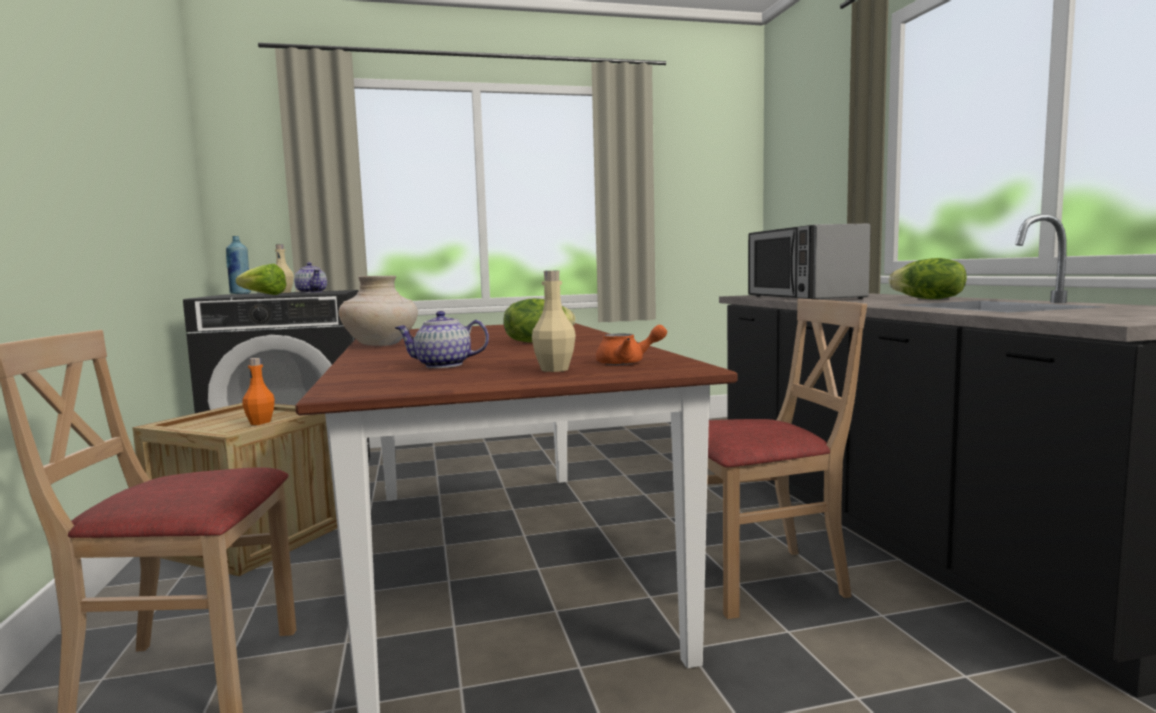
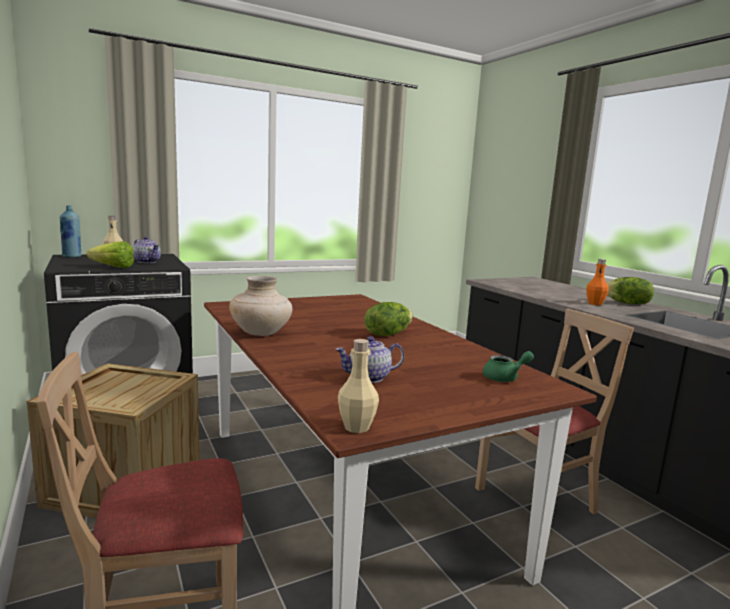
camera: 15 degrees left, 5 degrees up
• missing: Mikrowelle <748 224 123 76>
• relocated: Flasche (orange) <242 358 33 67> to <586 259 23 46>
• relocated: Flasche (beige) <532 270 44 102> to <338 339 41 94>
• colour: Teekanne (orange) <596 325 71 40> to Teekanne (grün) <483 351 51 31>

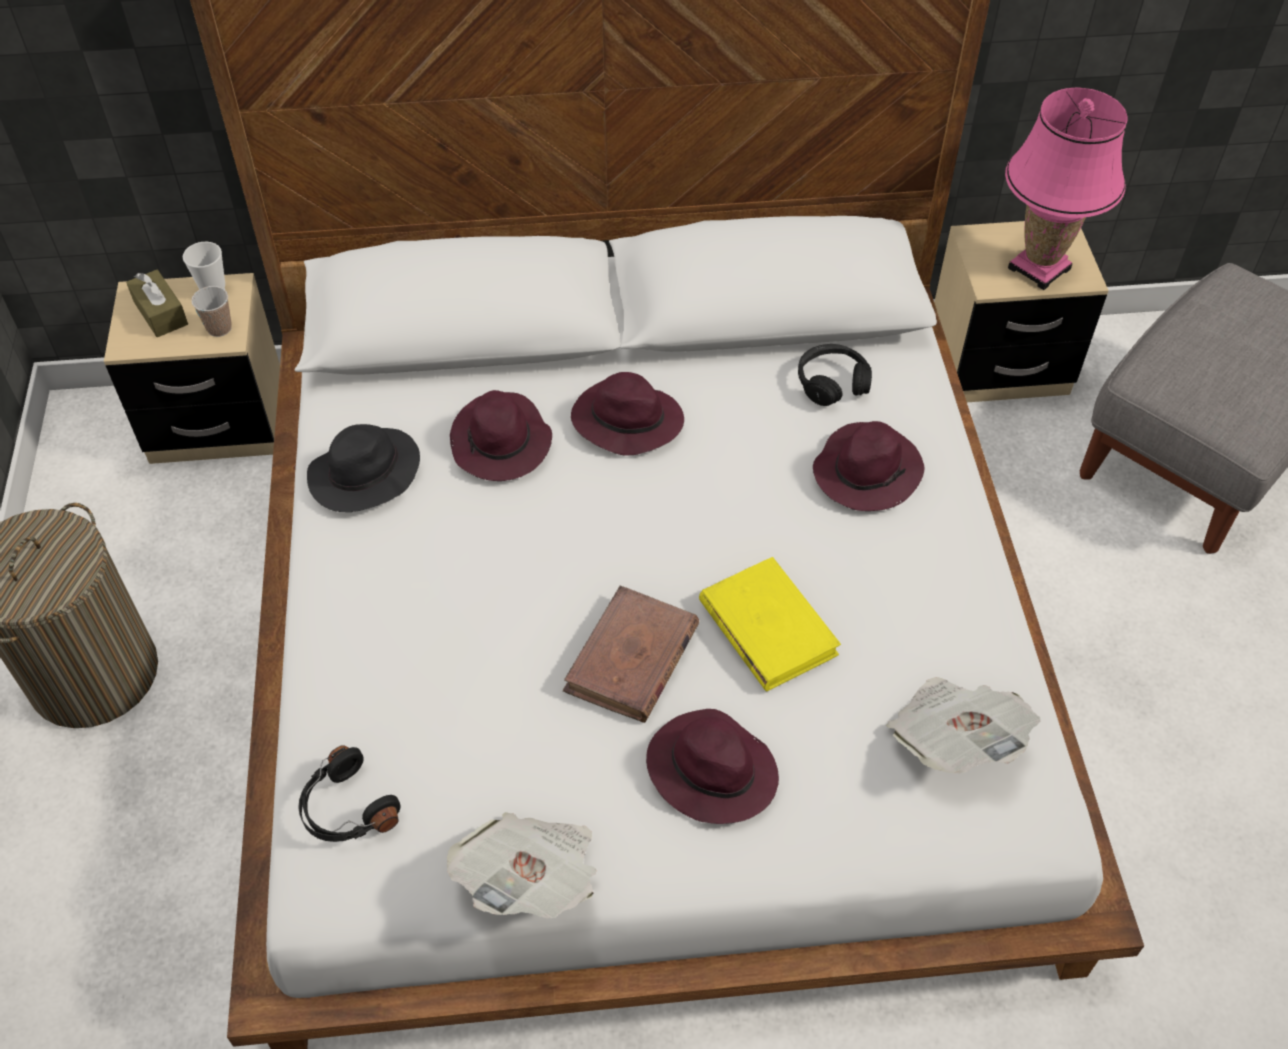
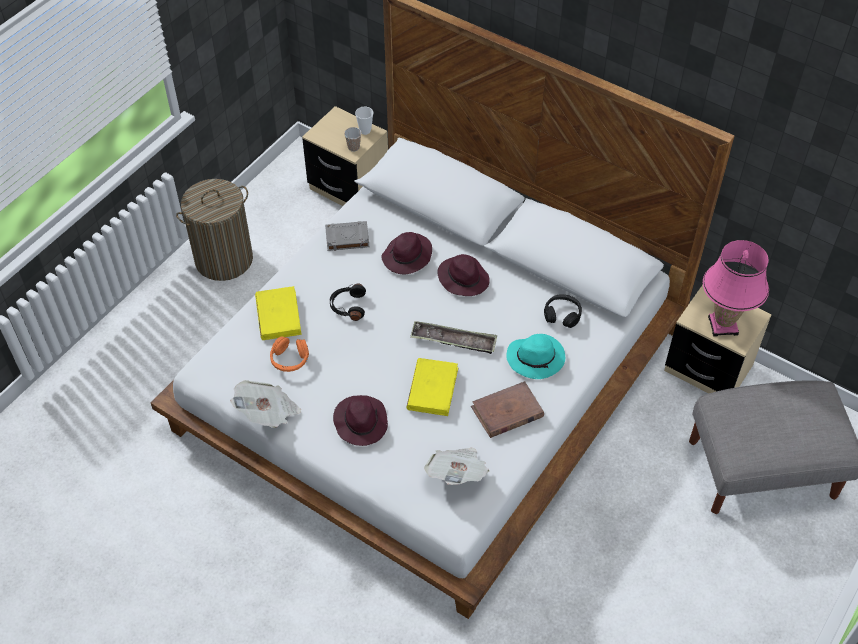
camera: 40 degrees right, 0 degrees up
• missing: Taschentuchbox (braun) <126 270 62 67>
• appeared: Buch (gelb) <255 286 47 54>
• appeared: Kopfhörer (orange) <270 336 39 36>
• appeared: Tablett <410 321 87 33>
• relocated: Kopfhörer (schwarz) <298 745 102 97> to <330 283 36 38>
• relocated: Buch (braun) <563 586 136 137> to <471 381 73 57>
• exchanged: Hut (schwarz) <307 424 113 88> to Buch (grau) <325 221 45 30>
• colour: Hut (lila) <813 421 111 90> to Hut (türkis) <506 334 59 45>

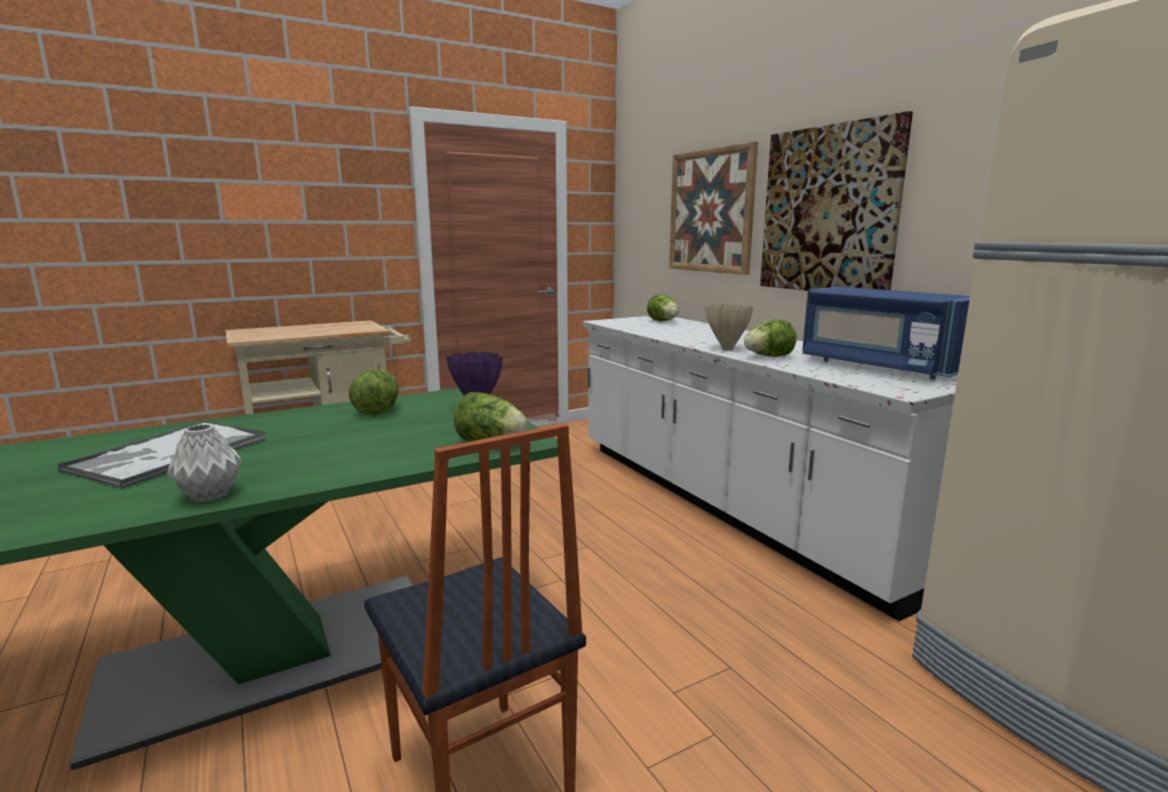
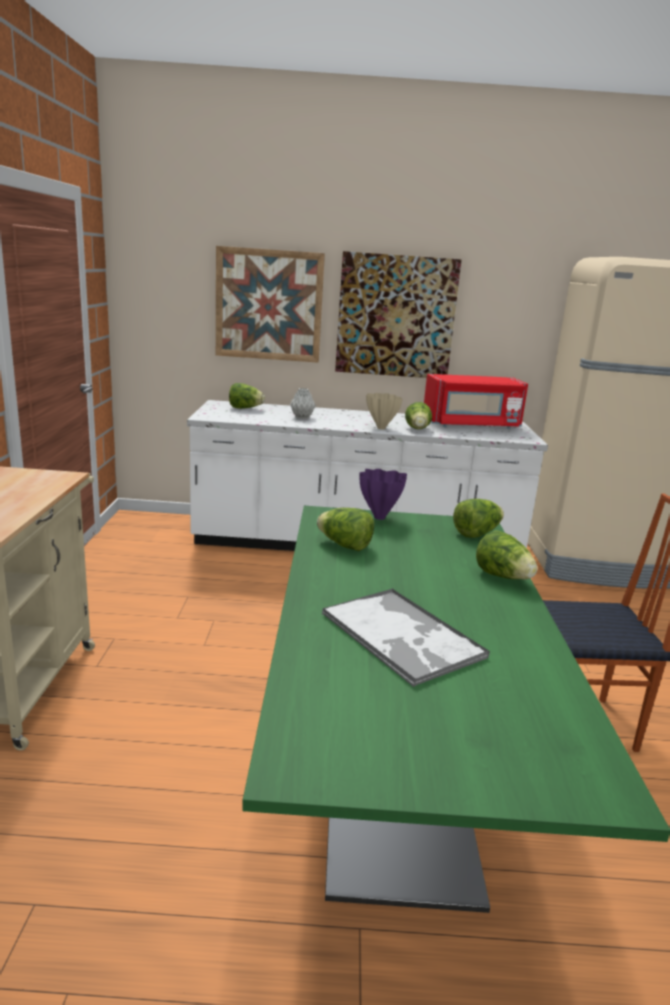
camera: 60 degrees left, 5 degrees up
• appeared: Salatkopf <476 530 61 49>
• relocated: Vase (grau) <167 424 75 78> to <290 388 26 31>
• colour: Mikrowelle (blau) <802 287 168 93> to Mikrowelle (rot) <424 374 104 55>

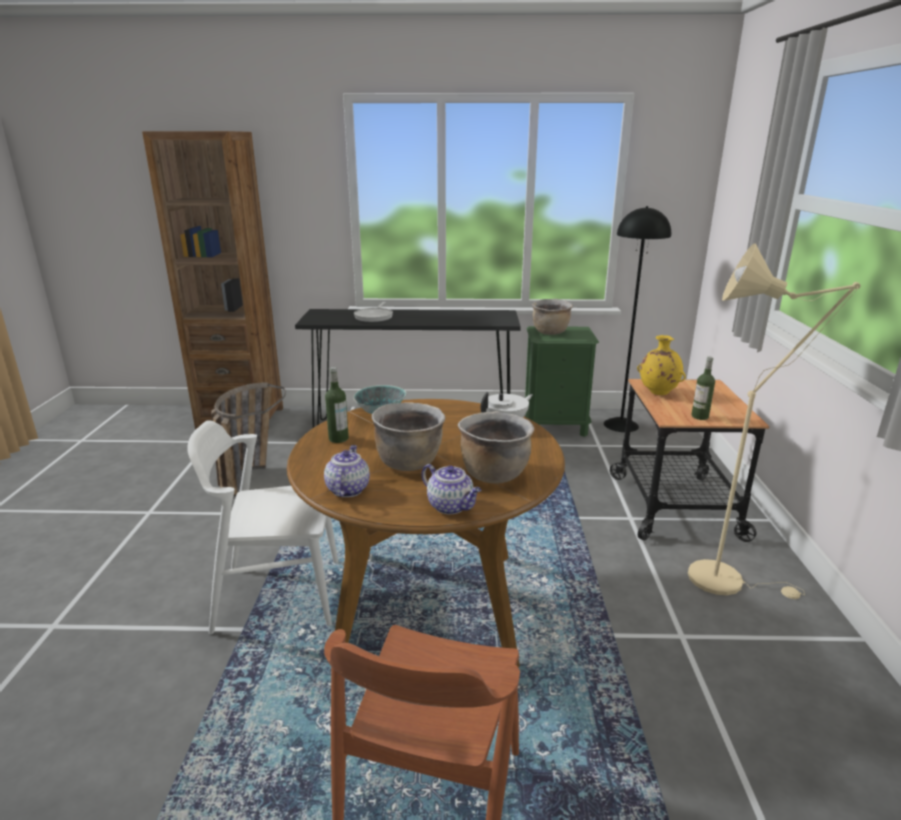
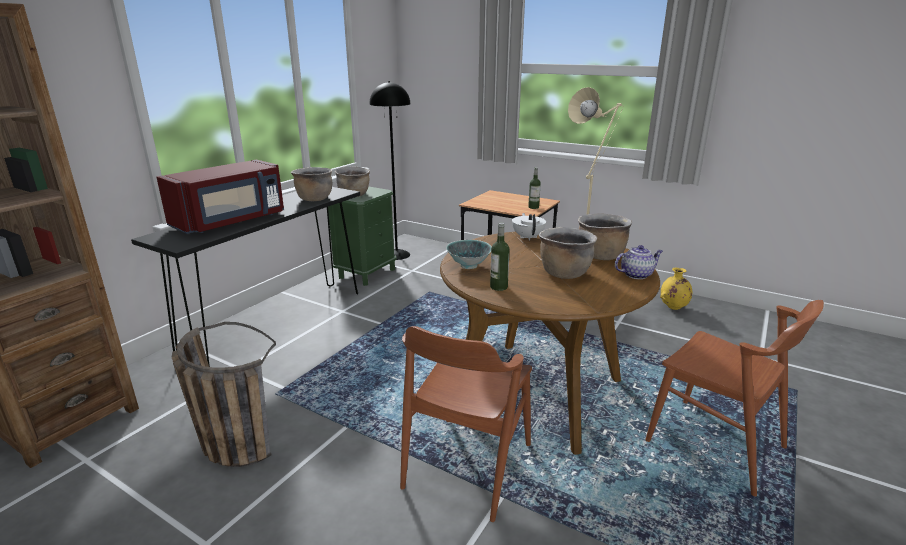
camera: 60 degrees left, 0 degrees up
• missing: Teekanne <324 445 46 52>
• appeared: Kochtopf (braun) <291 167 41 34>
• relocated: Vase (gelb) <637 335 49 60> to <660 267 32 43>
• exchanged: Pfanne <354 302 39 20> to Mikrowelle (rot) <156 159 128 75>
• colour: Stuhl (weiß) <187 420 151 214> to Stuhl (braun) <400 326 132 196>

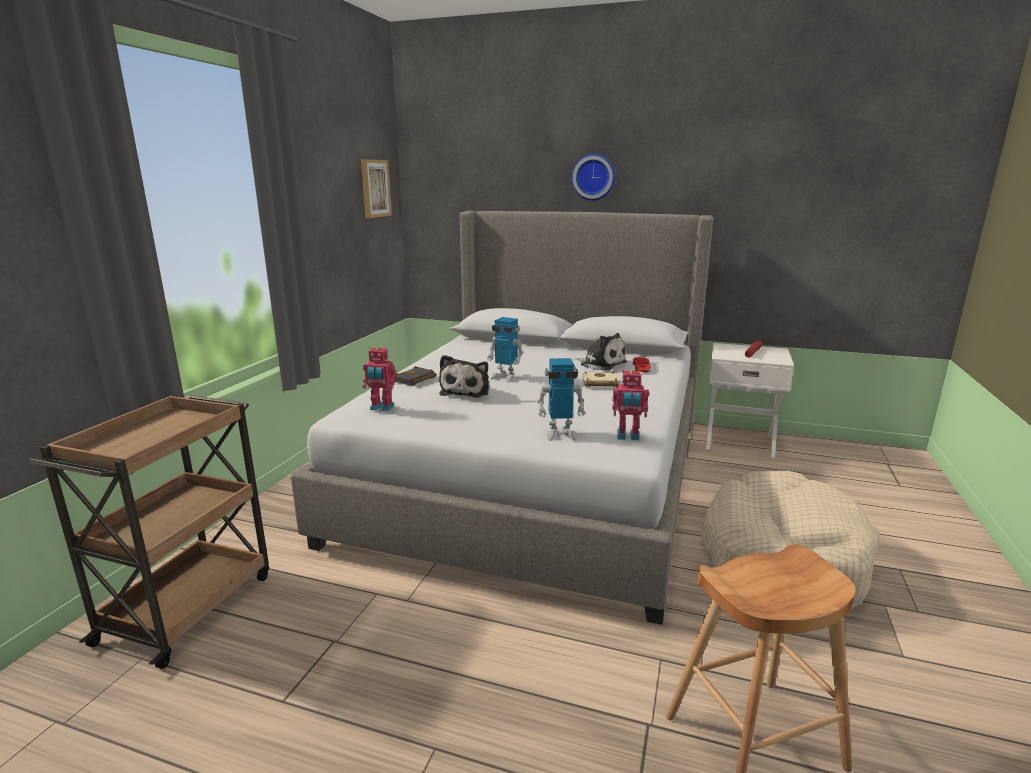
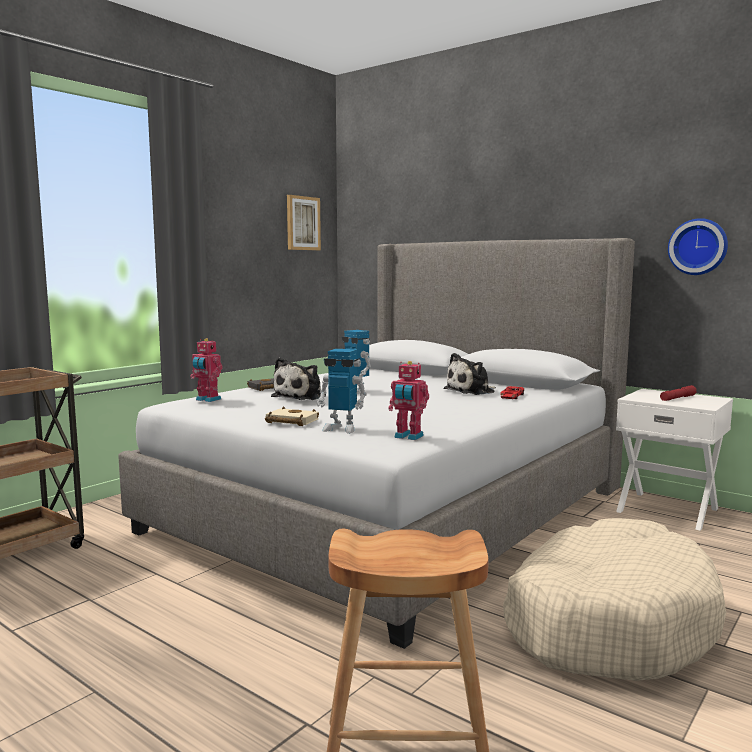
camera: 20 degrees right, 10 degrees down
• relocated: Wanduhr <572 154 43 47> to <668 218 60 57>
• relocated: Buch (beige) <582 372 38 15> to <265 406 54 20>
• spun: Plüschtier <573 333 54 38> = <443 353 53 42> 90 degrees clockwise

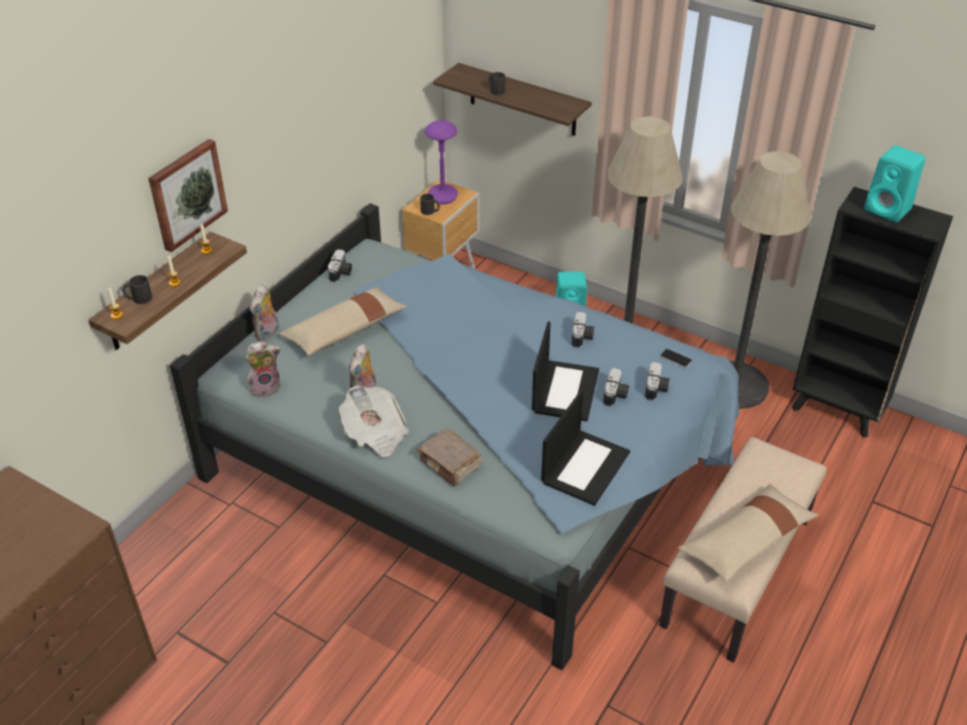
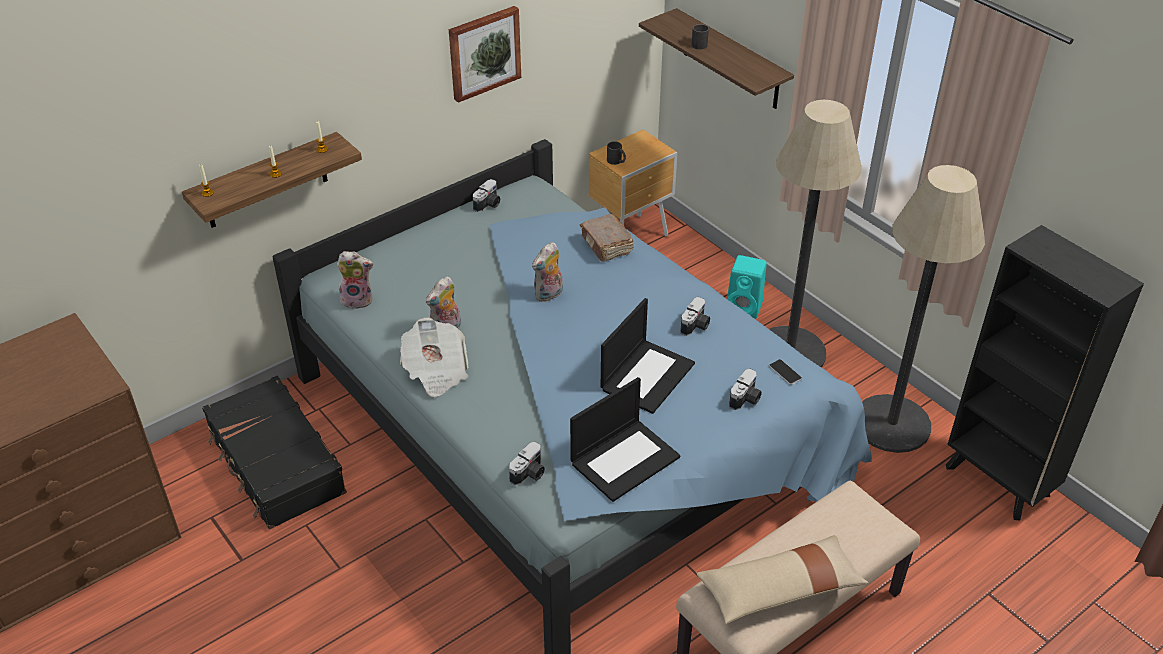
camera: 20 degrees right, 0 degrees up
• missing: Henkelbecher (schwarz) <122 275 30 29>
• missing: Kissen (beige) <279 287 128 69>
• missing: Tischlampe (lila) <425 120 33 84>
• missing: Lautsprecher (türkis) <864 145 62 77>
• appeared: Koffer (schwarz) <202 376 145 153>
• relocated: Bild <148 139 80 113> to <449 6 72 97>
• relocated: Plüschtier <250 284 29 57> to <532 242 31 60>
• relocated: Buch (braun) <417 429 65 57> to <580 214 54 48>
• relocated: Kamera <603 368 26 39> to <509 442 36 43>

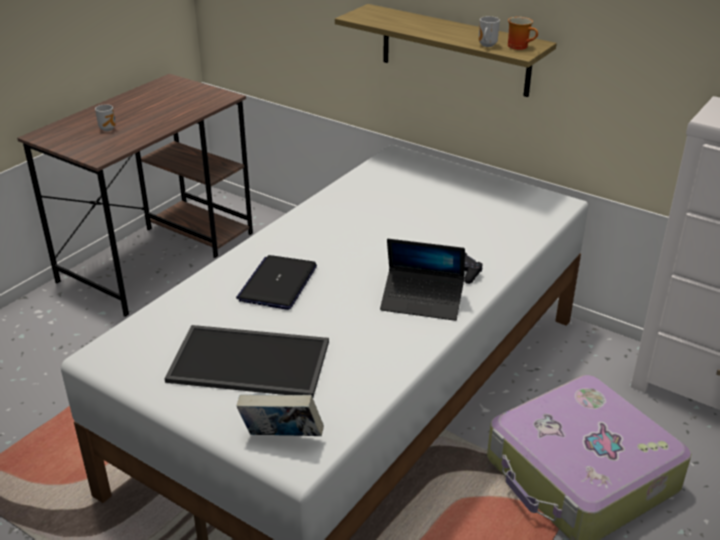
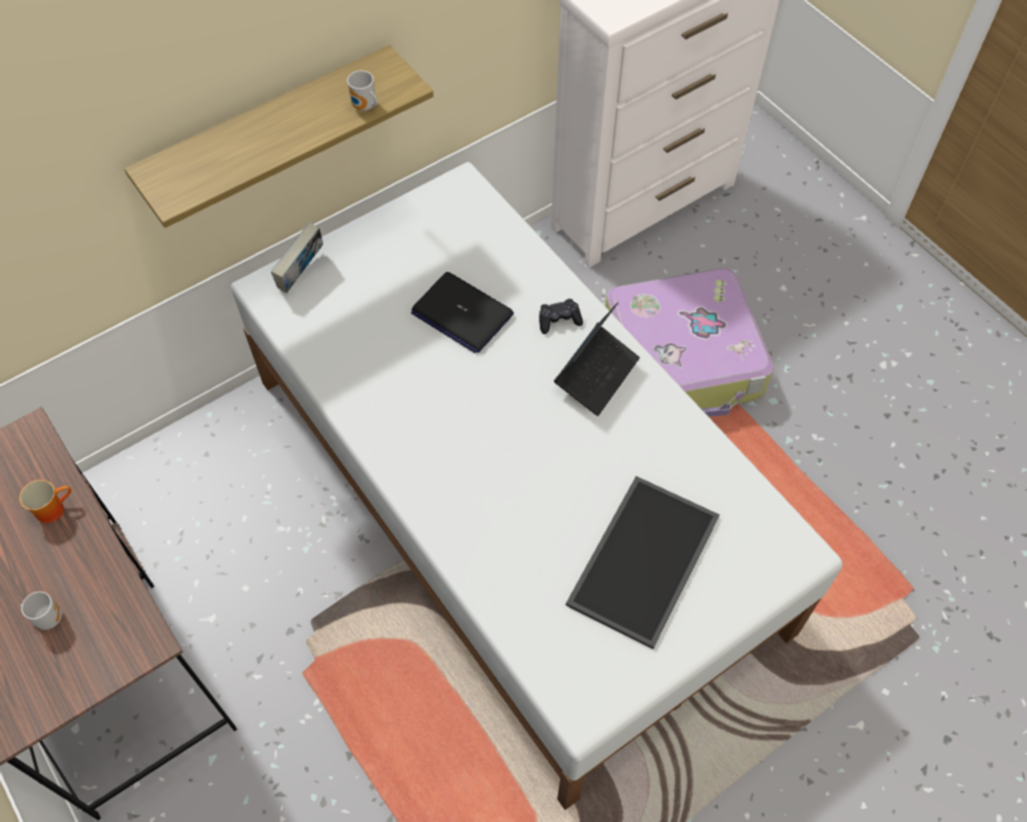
camera: 70 degrees left, 25 degrees up
• relocated: Laptop <236 255 81 55> to <411 272 103 81>
• relocated: Buch <237 394 87 42> to <271 222 52 71>
• relocated: Henkelbecher <508 17 30 33> to <19 480 52 43>

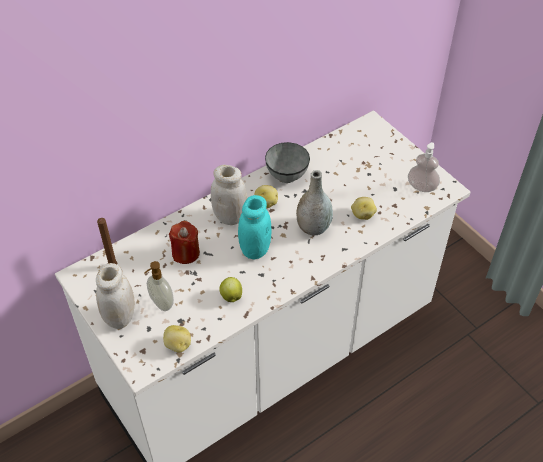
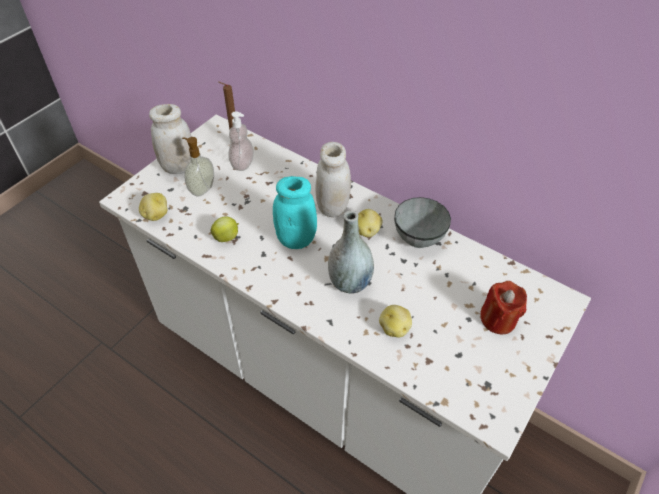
camera: 70 degrees right, 0 degrees up
• relocated: Kerze (rot) <169 221 31 43> to <480 281 47 53>
• relocated: Seifenspender <408 142 32 50> to <228 111 26 60>

